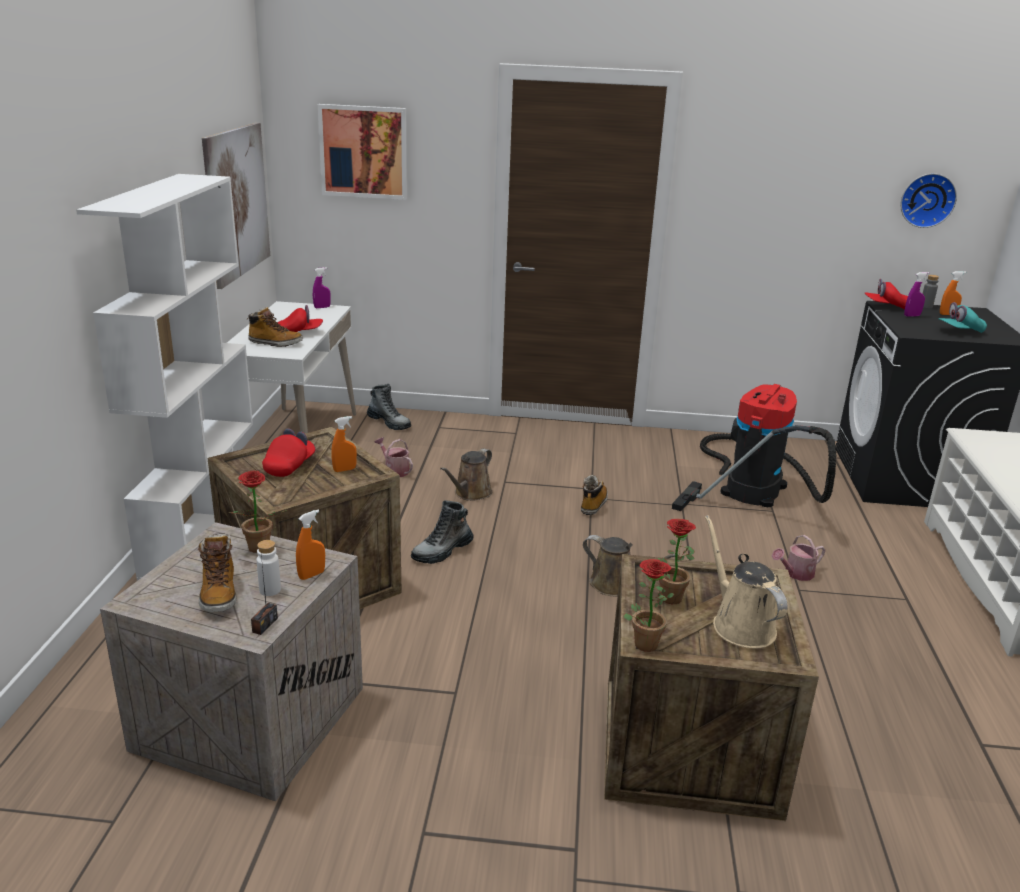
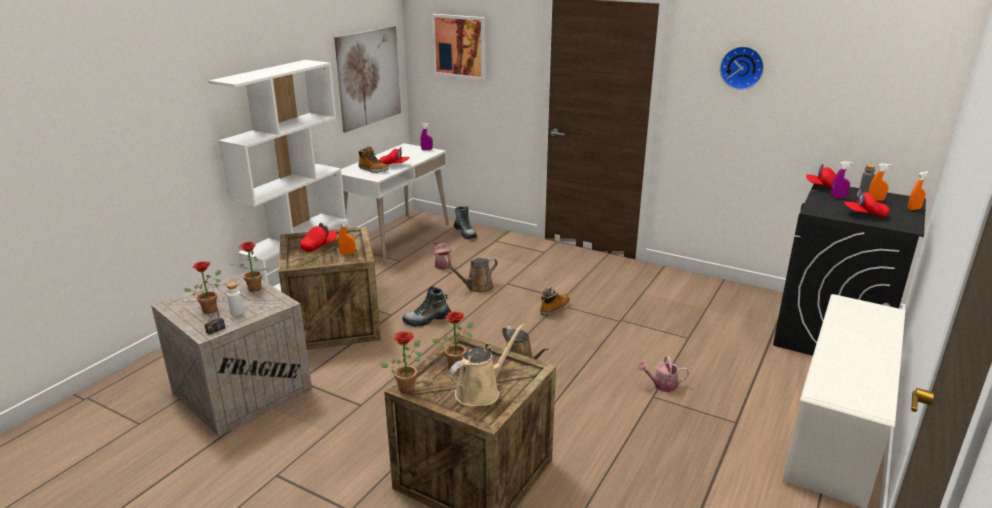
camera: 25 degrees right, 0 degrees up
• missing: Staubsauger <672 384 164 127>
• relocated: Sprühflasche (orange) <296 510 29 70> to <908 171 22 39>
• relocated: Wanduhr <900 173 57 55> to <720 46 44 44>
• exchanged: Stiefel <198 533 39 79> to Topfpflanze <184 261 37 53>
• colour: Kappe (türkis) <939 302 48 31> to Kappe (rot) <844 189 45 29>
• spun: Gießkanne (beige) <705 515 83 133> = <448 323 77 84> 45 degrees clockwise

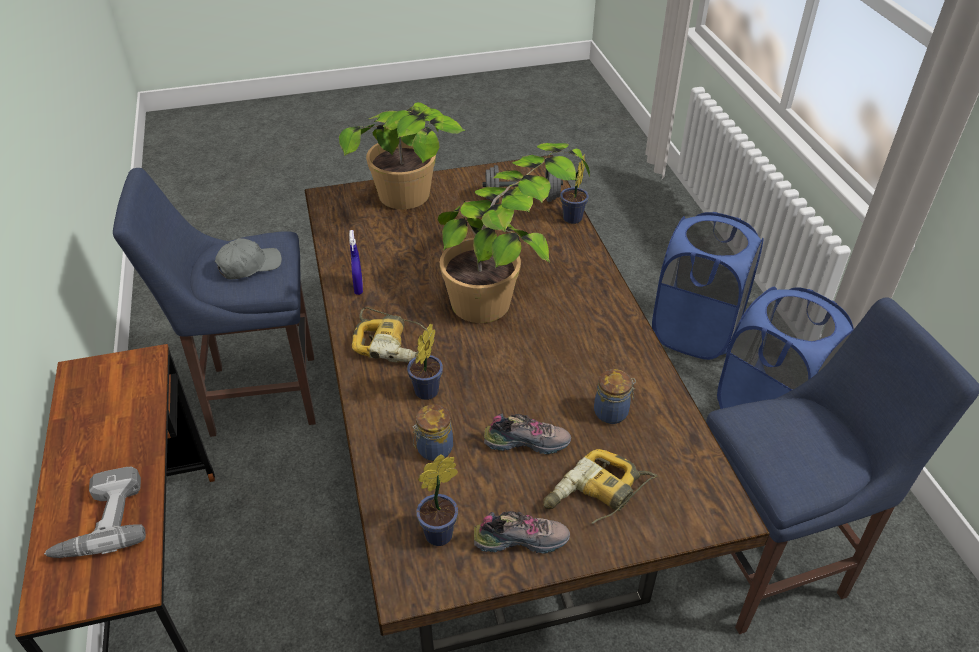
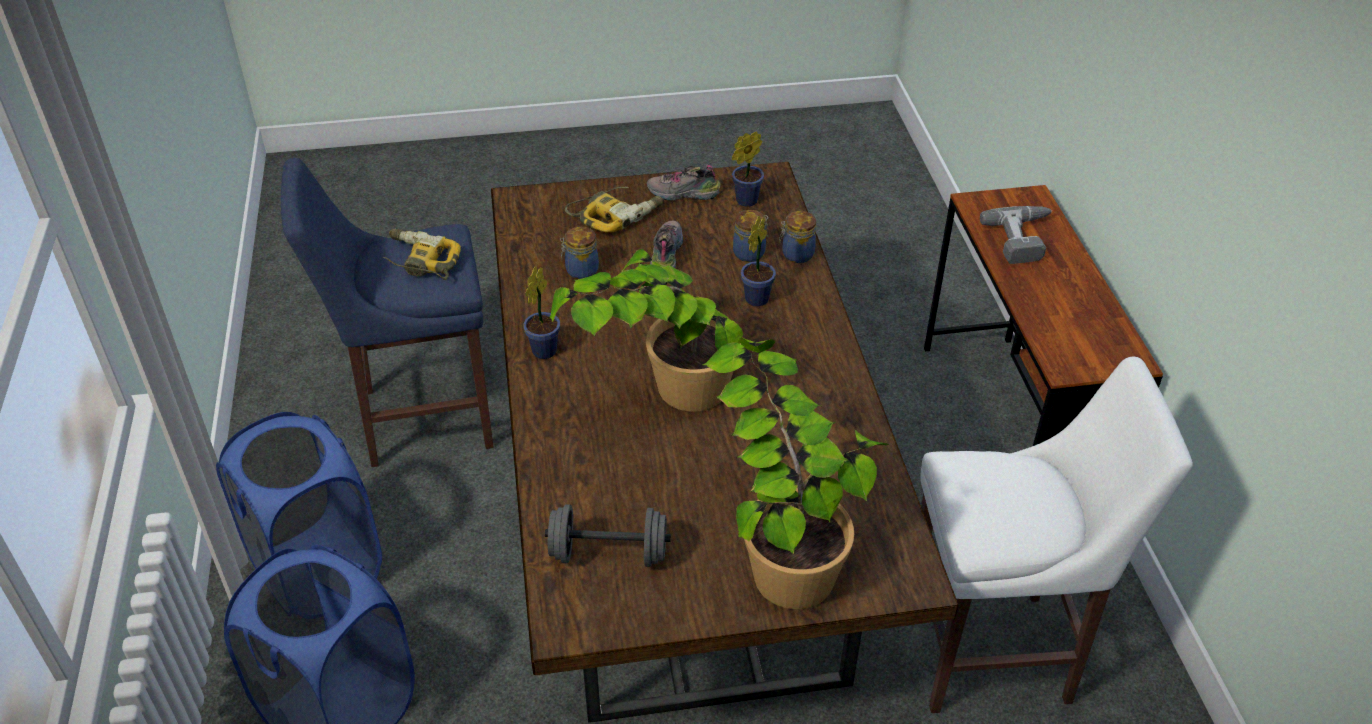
camera: 175 degrees left, 0 degrees up
• missing: Kappe (grau) <215 238 67 42>
• missing: Sprühflasche (blau) <349 230 14 65>
• appeared: Vorratsglas <779 211 37 52>
• relocated: Bohrmaschine <352 307 75 56> to <383 229 78 51>
• relocated: Topfpflanze <560 155 29 69> to <523 266 37 93>
• colour: Hocker (blau) <113 168 203 269> to Hocker (weiß) <920 357 273 356>
• spun: Schuh <484 414 87 40> = <650 221 33 47> 90 degrees clockwise

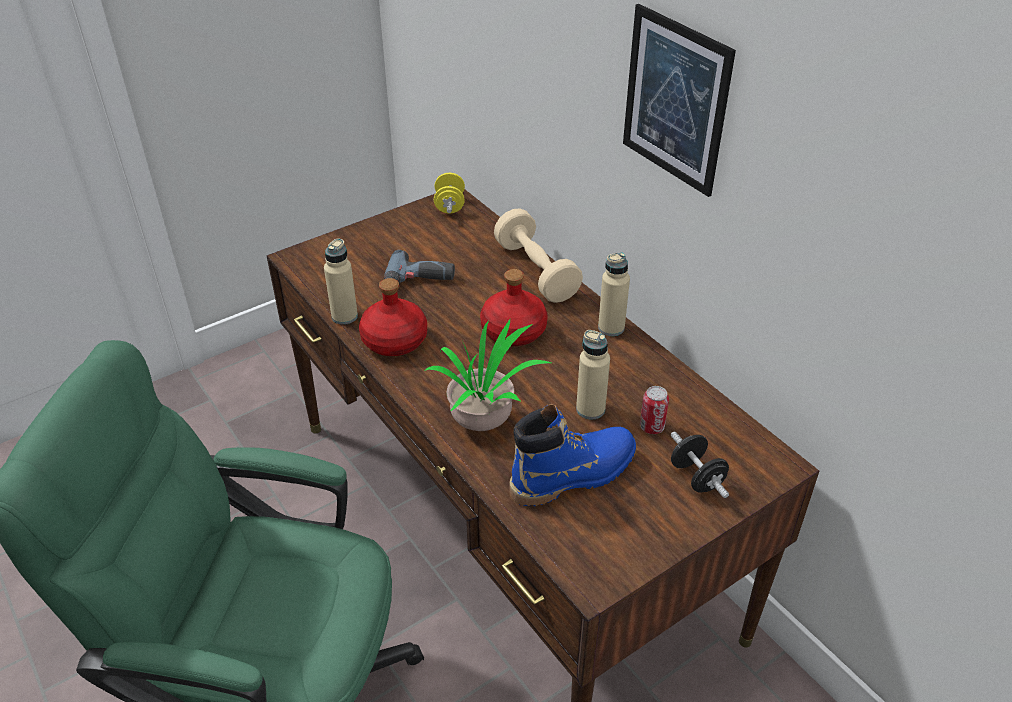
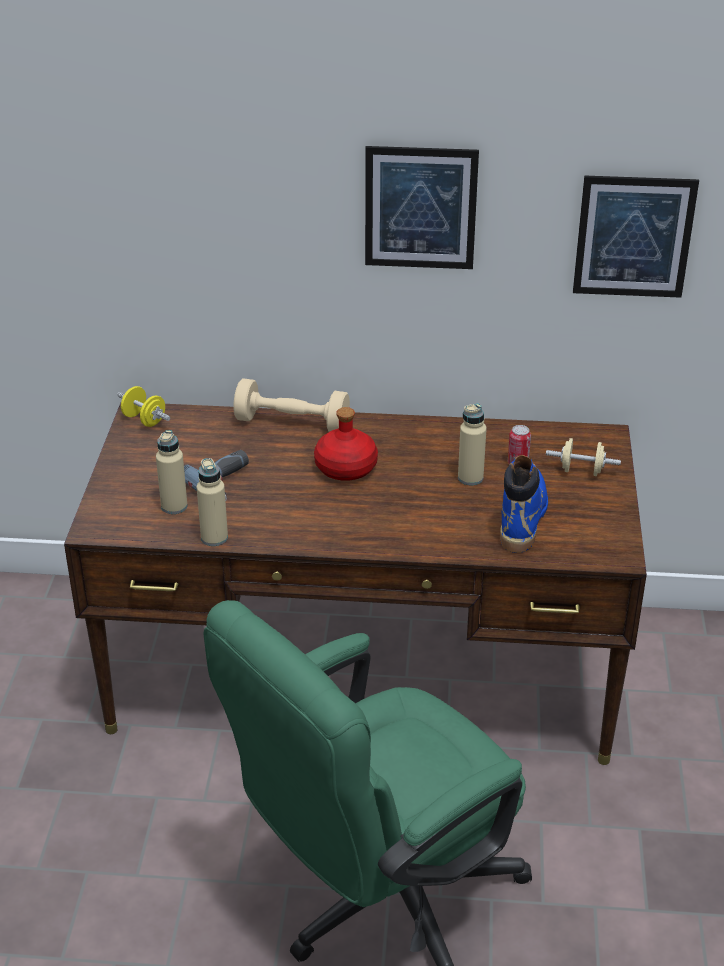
camera: 50 degrees left, 5 degrees down
• missing: Flasche (rot) <359 278 68 78>
• missing: Topfpflanze <425 319 126 112>
• appeared: Bild <573 175 126 123>
• relocated: Flasche (beige) <598 252 32 84> to <156 430 32 84>
• colour: Hantel (schwarz) <671 431 58 67> to Hantel (beige) <546 438 75 38>

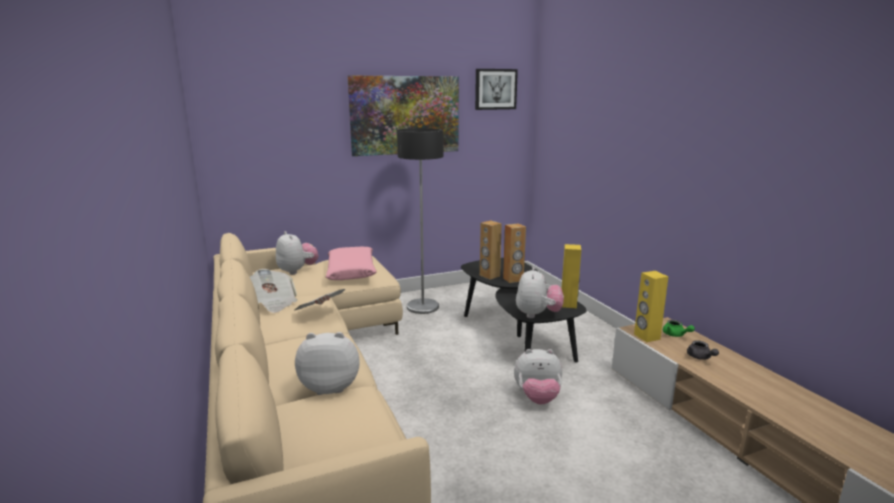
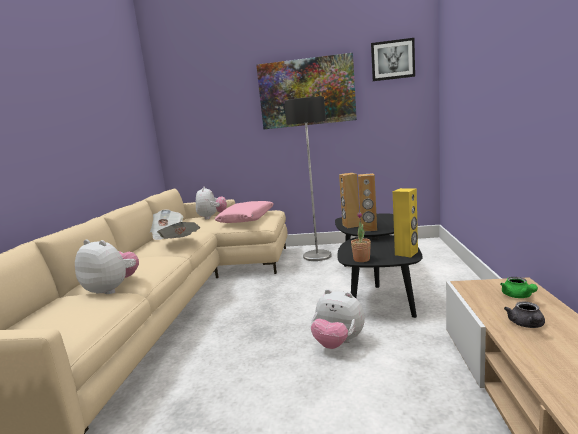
camera: 30 degrees right, 5 degrees down
• missing: Lautsprecher (gelb) <634 271 35 71>
• exchanged: Plüschtier <516 267 48 51> to Topfpflanze <351 212 20 50>

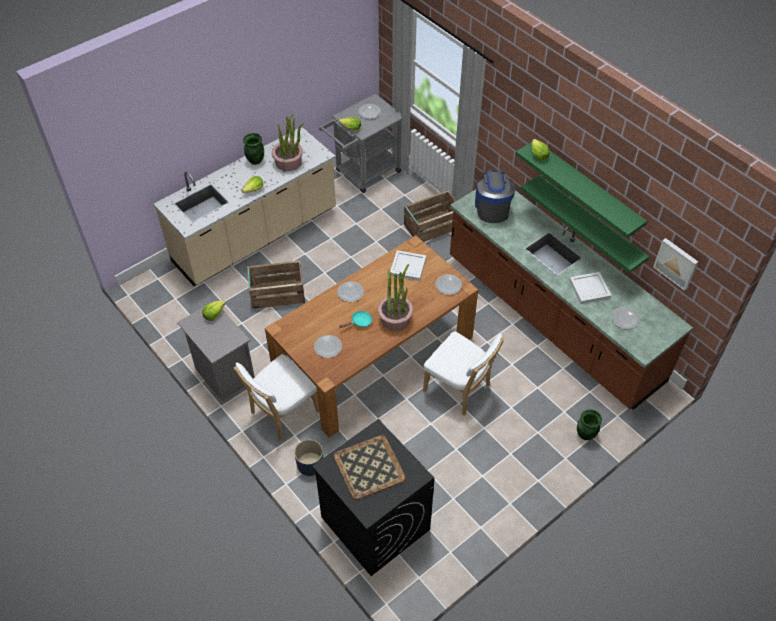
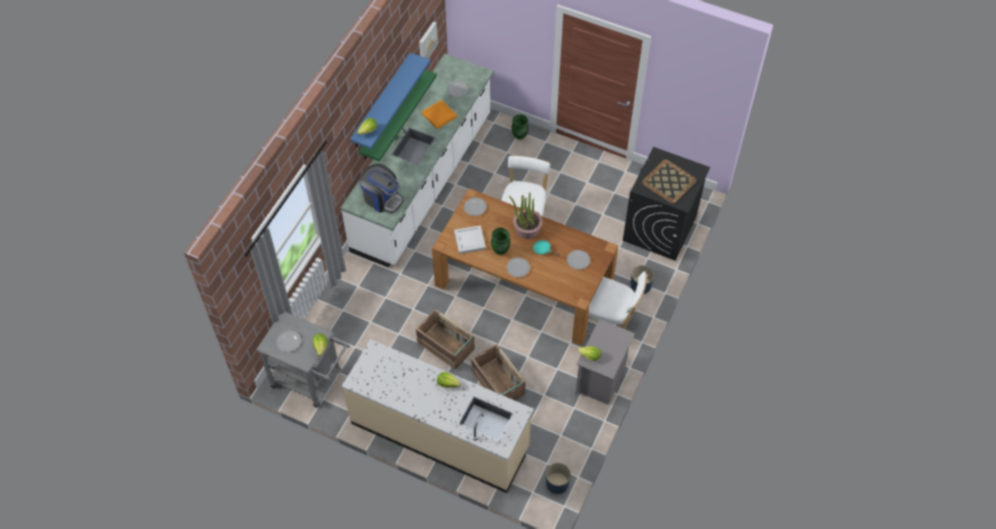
camera: 115 degrees left, 5 degrees up
• missing: Topfpflanze <272 113 32 58>
• appeared: Pflanzkübel (blau) <546 463 25 31>
• relocated: Vase (grün) <243 133 21 32> to <491 228 19 27>
• relocated: Kiste <404 190 52 52> to <416 309 59 61>
• colour: Küchenzeile (braun) <450 189 243 221> to Küchenzeile (weiß) <341 53 152 215>
• colour: Wandregal (grün) <515 142 132 96> to Wandregal (blau) <350 53 80 96>
• colour: Tablett (weiß) <569 272 43 32> to Tablett (orange) <422 100 35 29>
• spun: Kaffeemaschine <475 170 41 53> = <359 164 45 49> 120 degrees counterclockwise

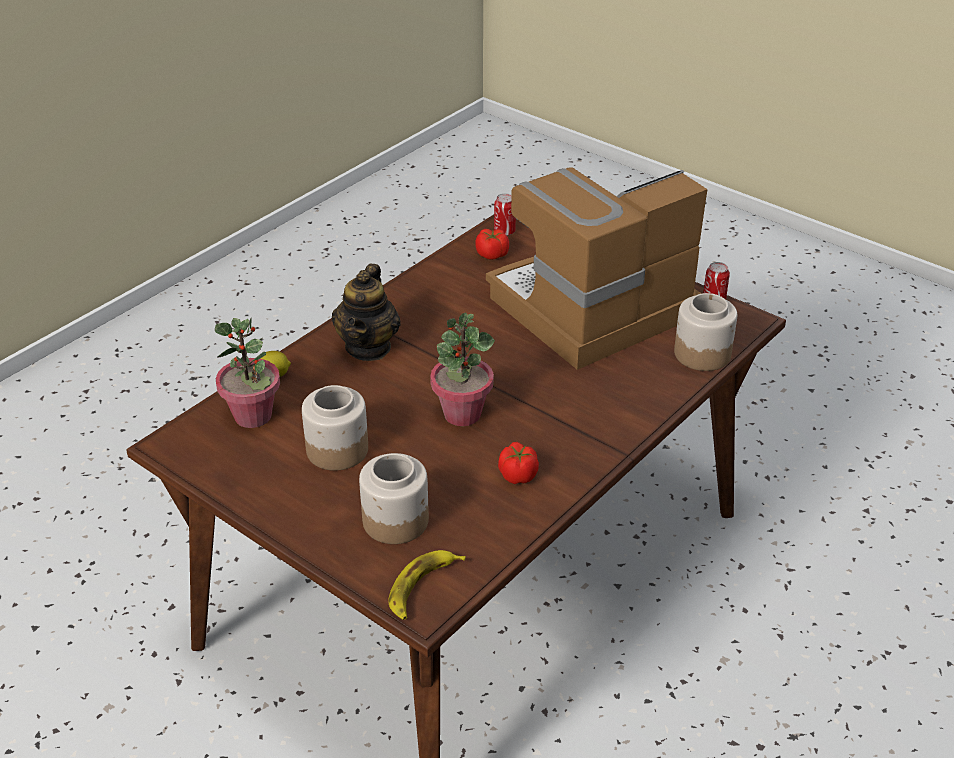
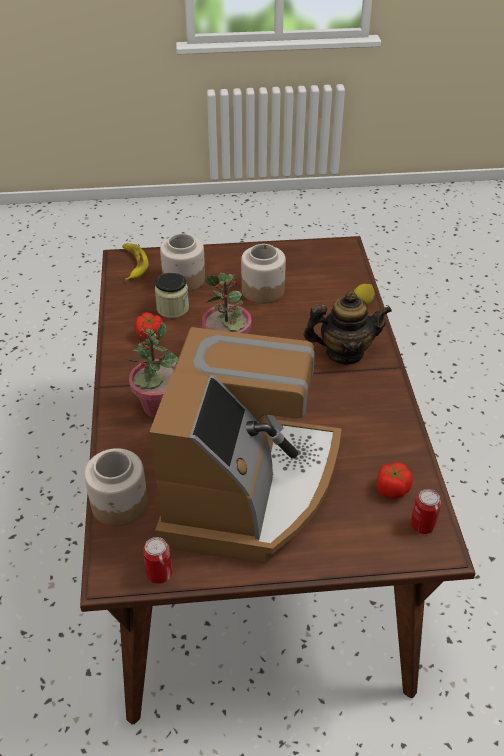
camera: 135 degrees right, 5 degrees up
• appeared: Vorratsglas <155 273 34 45>
• relocated: Topfpflanze <215 318 65 110> to <126 322 52 96>
• spun: Teekanne <332 264 69 97> = <304 291 88 74> 120 degrees clockwise

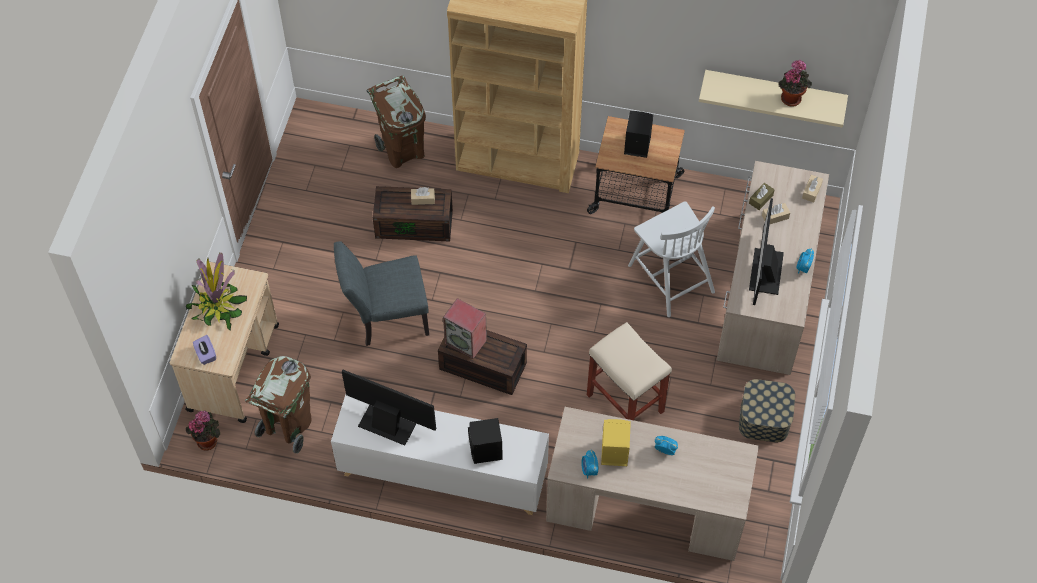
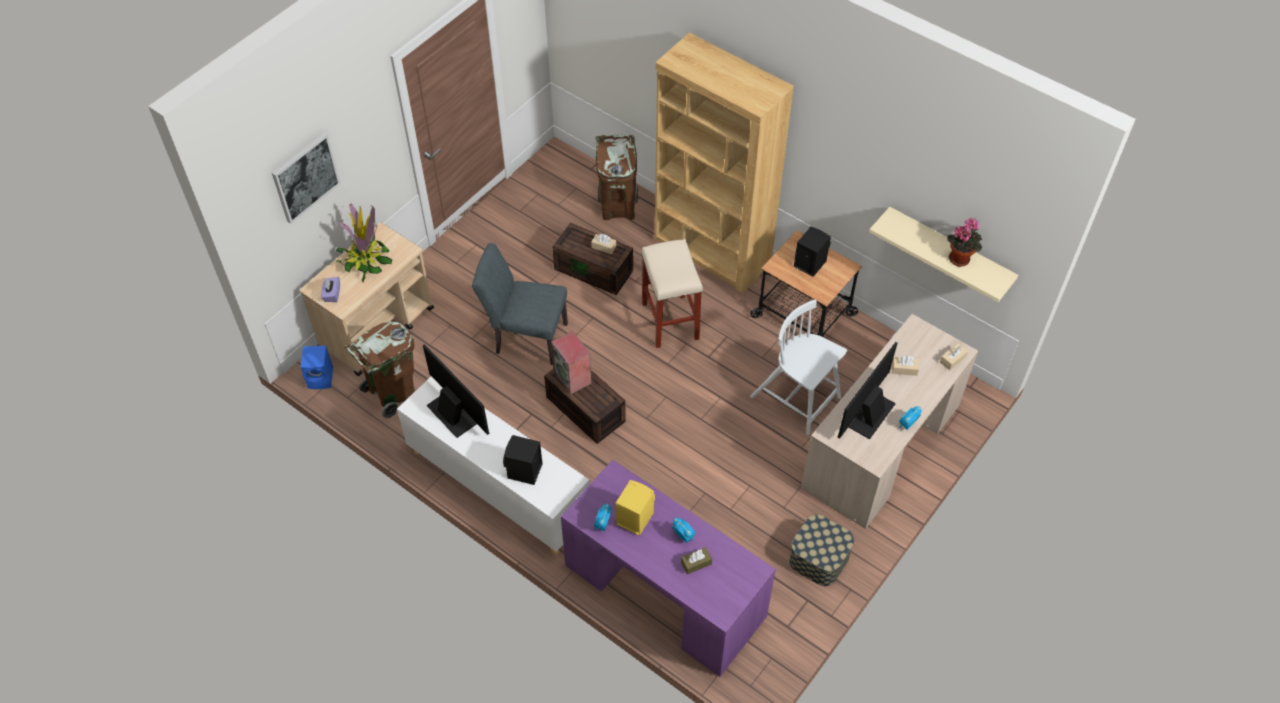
camera: 25 degrees right, 5 degrees down
• appeared: Bild <272 133 69 91>
• relocated: Hocker (beige) <587 322 85 98> to <642 239 61 109>
• relocated: Taschentuchbox (braun) <749 183 26 27> to <681 547 31 27>
• exchanged: Topfpflanze <186 411 34 40> to Lautsprecher (blau) <301 345 32 44>
• colour: Schreibtisch (beige) <546 407 213 154> to Schreibtisch (lila) <560 460 216 217>
• spun: Stuhl (weiß) <628 201 87 116> = <750 300 97 135> 135 degrees clockwise

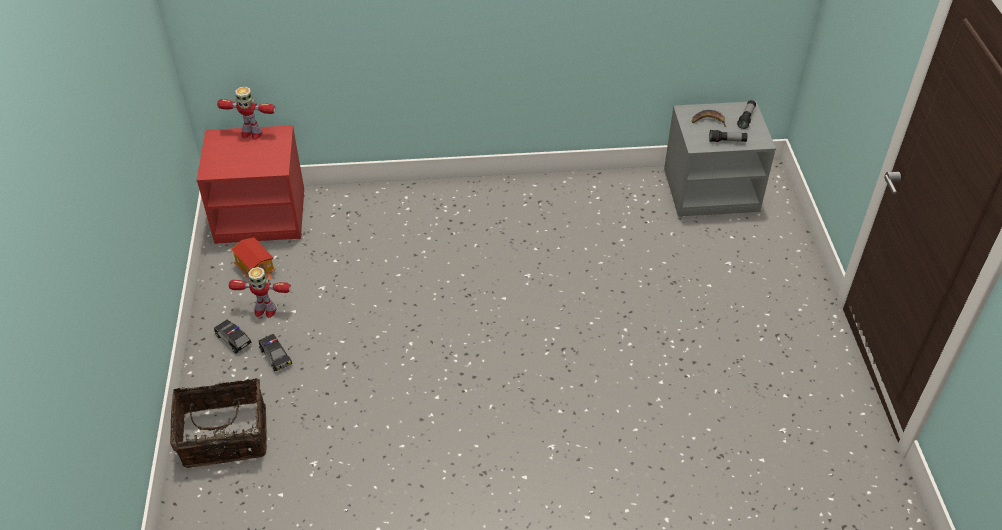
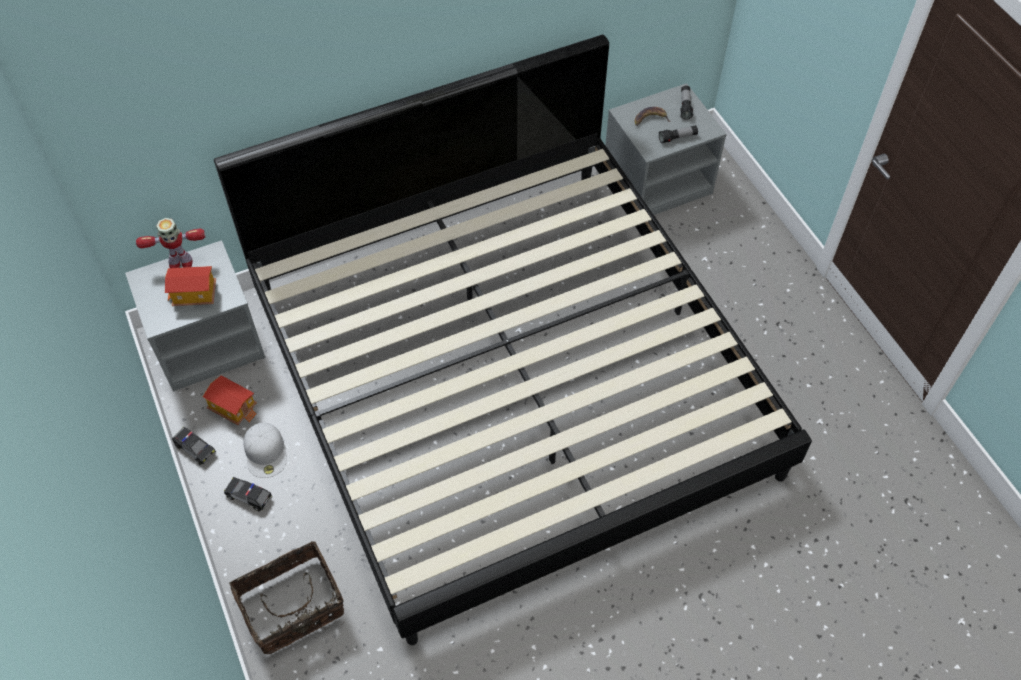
camera: 20 degrees left, 10 degrees up
• appeared: Spielzeughaus <165 266 51 40>
• appeared: Bett <214 35 598 610>
• relocated: Spielzeugauto <259 334 33 37> to <172 427 44 38>
• exchanged: Spielzeugroboter <229 267 62 51> to Kappe (weiß) <243 423 44 55>
• colour: Nachttisch (rot) <197 125 107 119> to Nachttisch (grau) <125 240 141 152>

